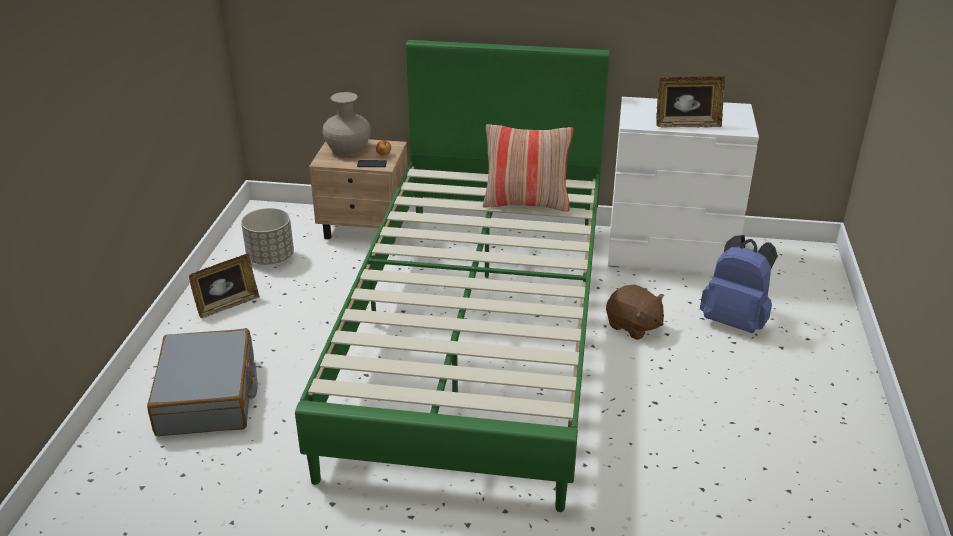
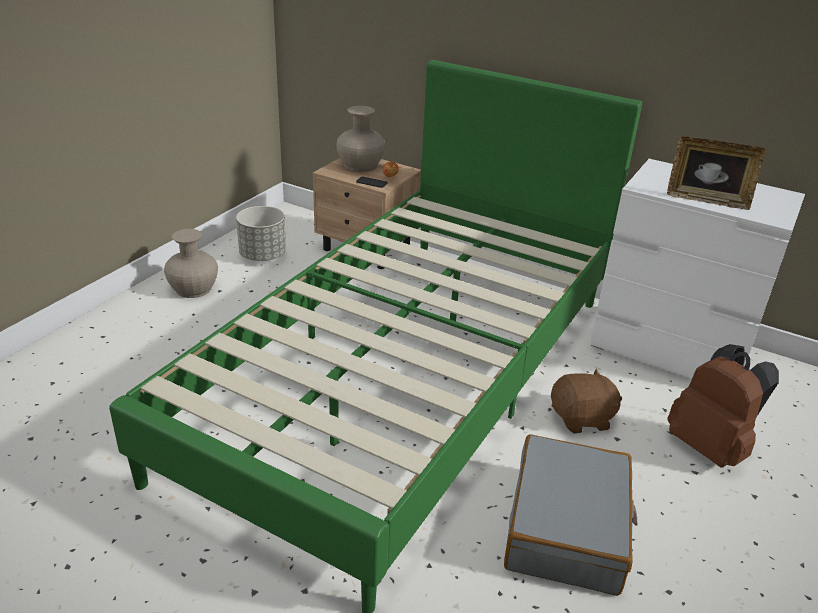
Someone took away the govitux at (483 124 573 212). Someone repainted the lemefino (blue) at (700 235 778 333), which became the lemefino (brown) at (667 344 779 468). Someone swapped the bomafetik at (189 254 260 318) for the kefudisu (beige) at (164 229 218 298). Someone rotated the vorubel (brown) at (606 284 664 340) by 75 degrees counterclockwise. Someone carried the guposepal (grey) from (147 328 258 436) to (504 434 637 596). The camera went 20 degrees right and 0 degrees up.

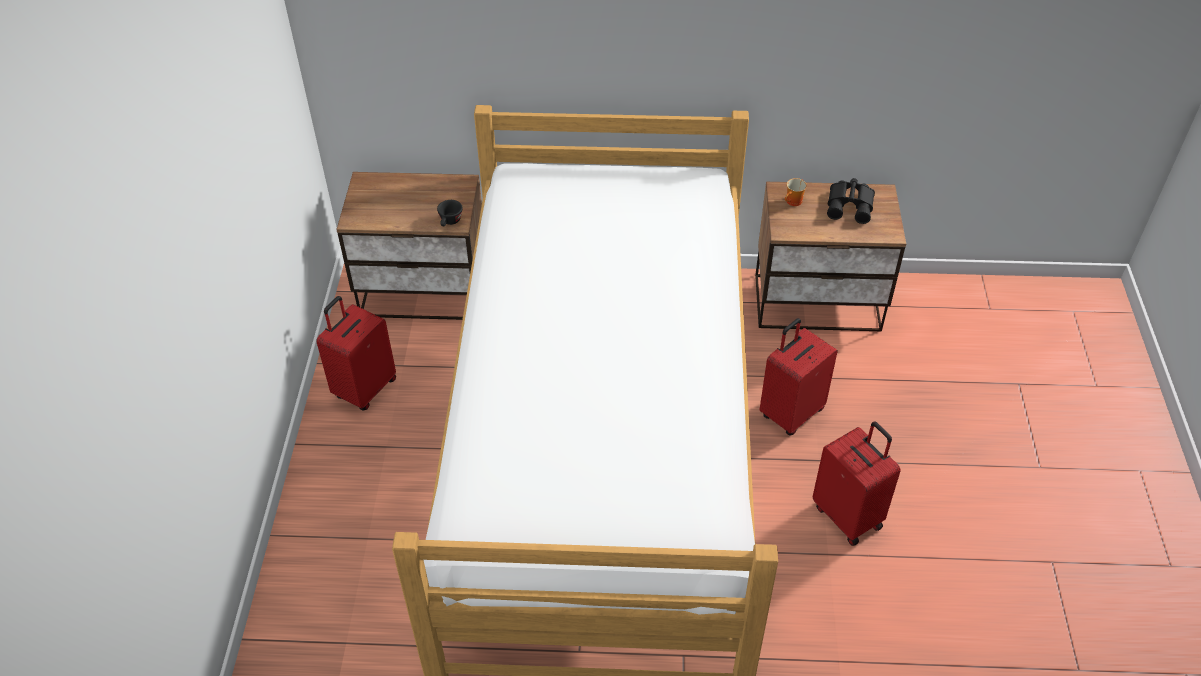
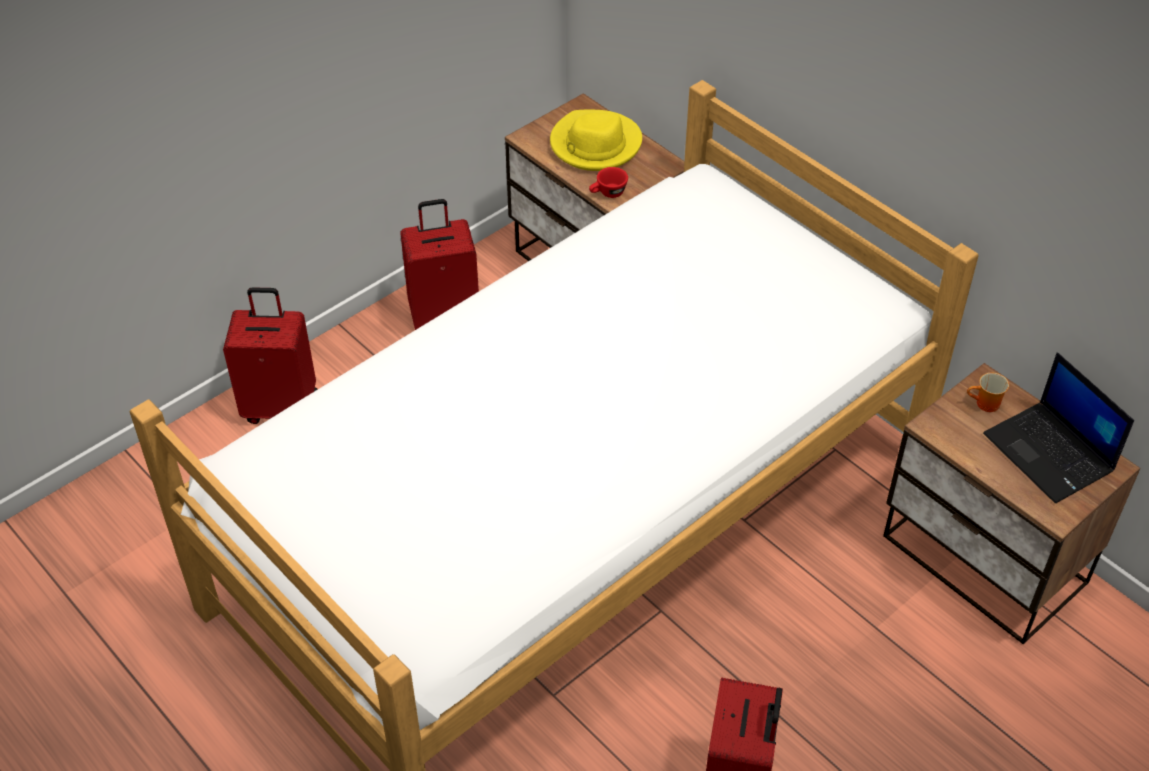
Someone swapped the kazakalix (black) at (827 178 875 224) for the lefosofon at (983 352 1134 503). Someone repainted the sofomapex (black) at (437 200 463 227), which became the sofomapex (red) at (589 167 628 198). Someone carried the guposepal (red) from (759 318 838 436) to (223 287 318 424). Someone put down the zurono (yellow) at (550 110 642 171). The camera went 45 degrees right and 0 degrees up.

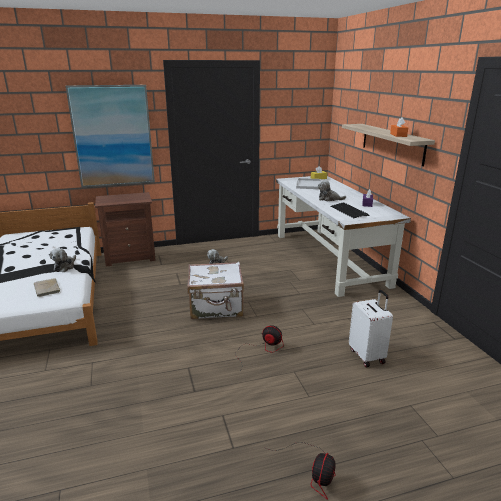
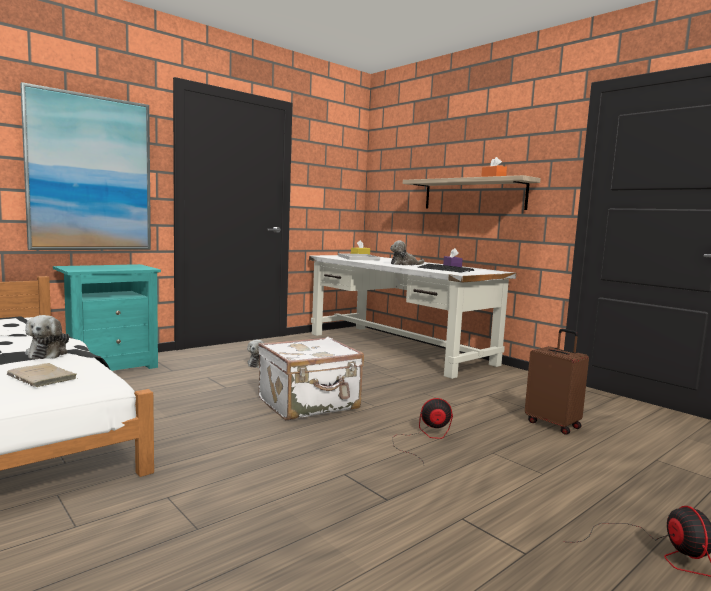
Someone repainted the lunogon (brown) at (95 192 156 266), which became the lunogon (turquoise) at (53 264 161 371). Someone repainted the guposepal (white) at (349 290 393 367), which became the guposepal (brown) at (525 329 589 435). The camera went 25 degrees left and 15 degrees down.

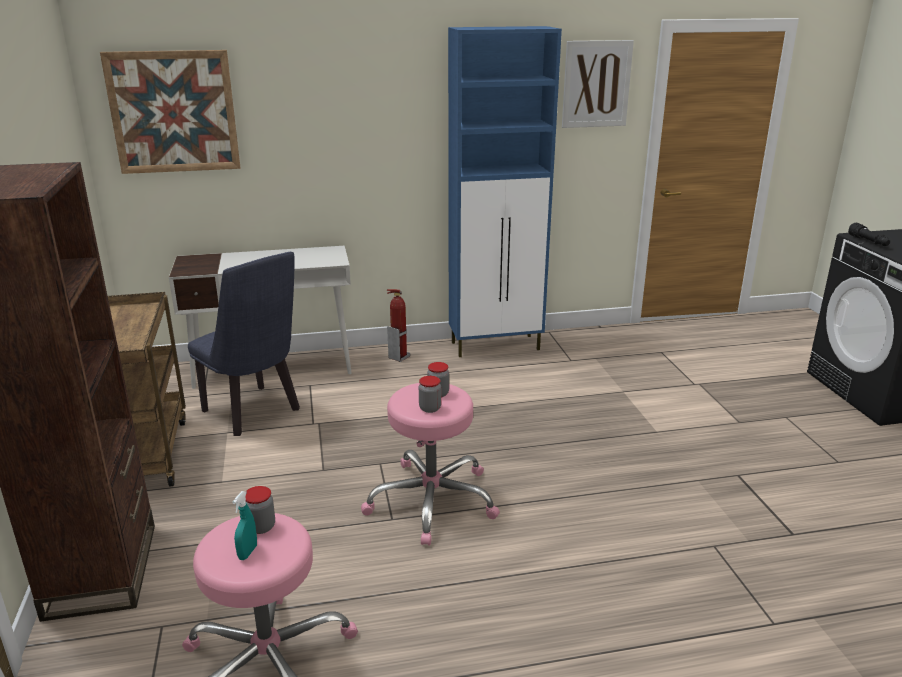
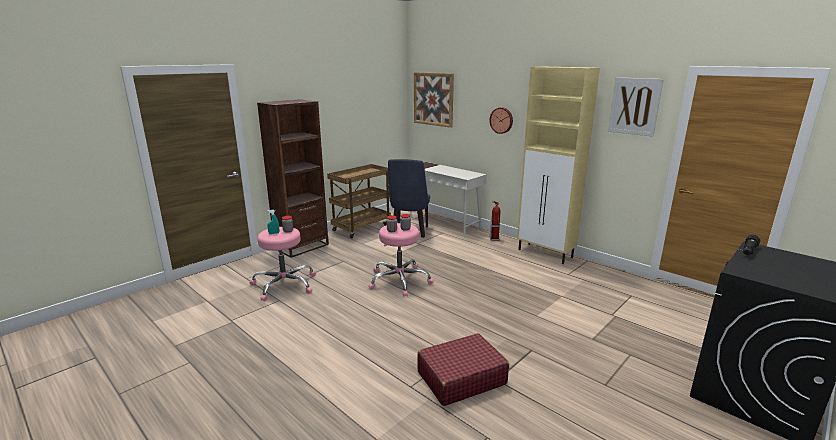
Someone repainted the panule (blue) at (448 26 562 357), which became the panule (beige) at (517 67 600 264). Someone put up the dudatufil at (490 107 513 134). Someone put down the guposepal (red) at (417 333 509 406). The camera went 55 degrees right and 5 degrees down.

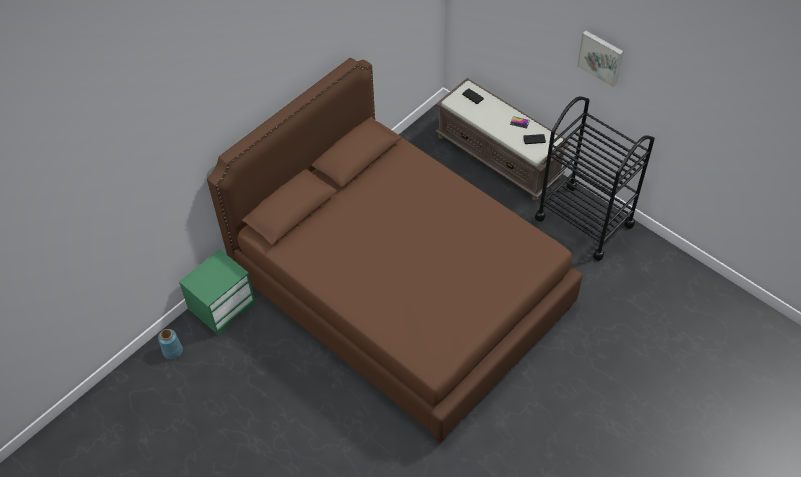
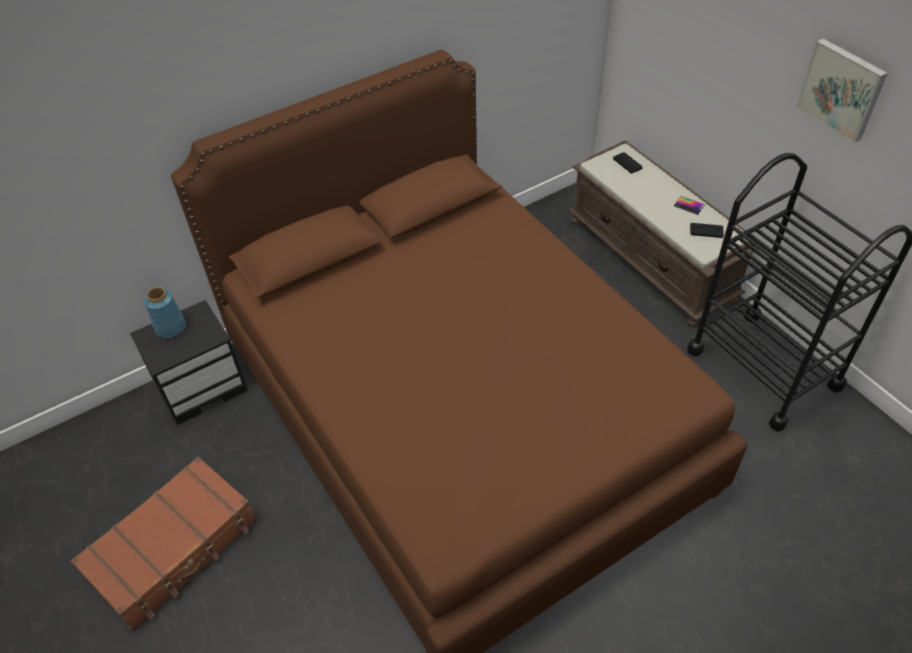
Someone repainted the lunogon (green) at (179 249 255 336), which became the lunogon (black) at (130 300 248 425). Someone carried the kefudisu (blue) from (158 329 183 359) to (144 287 186 338). Someone put down the guposepal (brown) at (71 457 257 631). The camera went 15 degrees right and 5 degrees down.

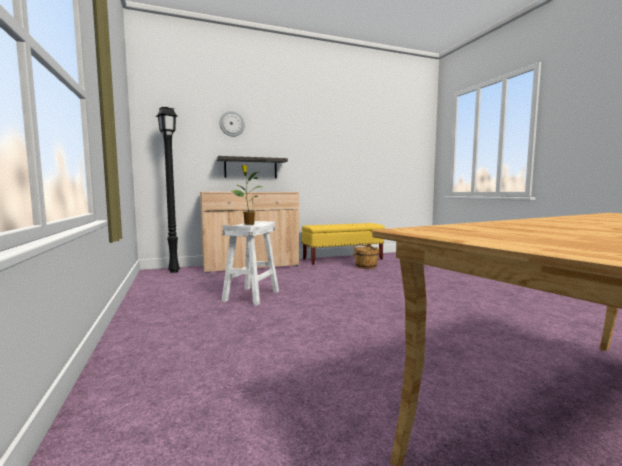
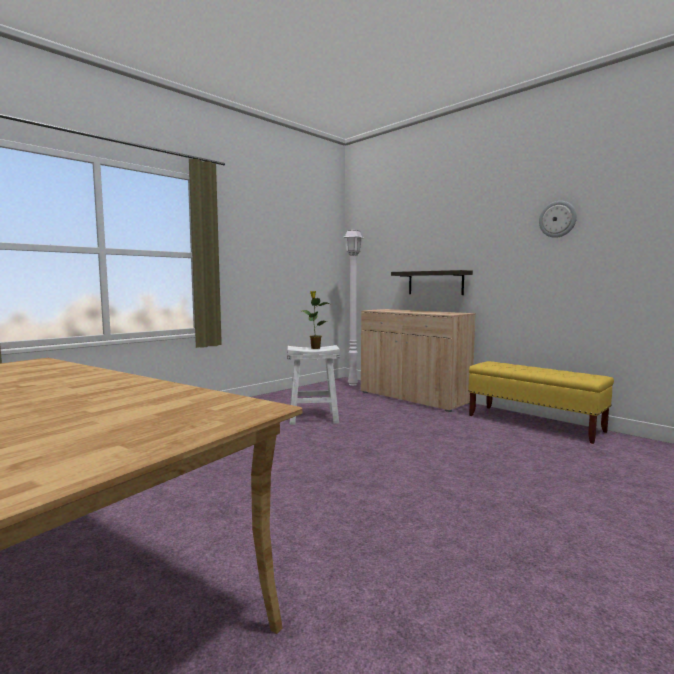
Someone repainted the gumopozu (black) at (156 107 180 273), which became the gumopozu (white) at (344 229 363 386). Someone carried the dudatufil from (220 111 245 137) to (539 201 577 238). Someone took away the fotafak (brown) at (353 244 380 269). The camera went 65 degrees right and 0 degrees up.

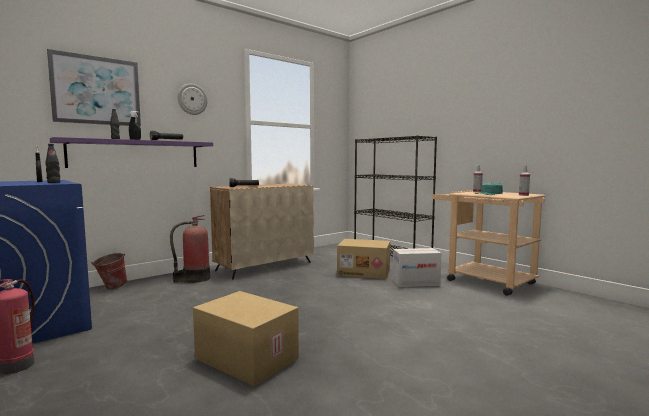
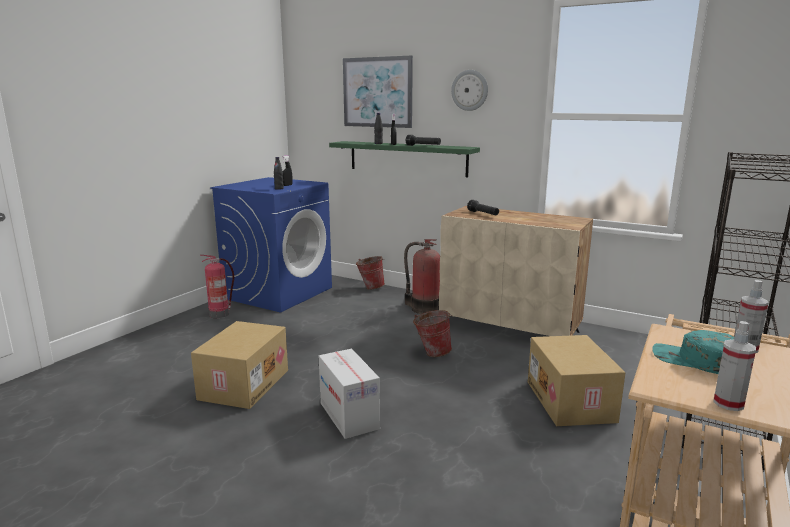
Someone repainted the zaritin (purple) at (50 137 213 168), which became the zaritin (green) at (329 141 480 177). Someone carried the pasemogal from (393 248 441 287) to (319 349 380 439). Someone put down the fotafak at (413 310 452 357). The camera went 70 degrees right and 10 degrees up.

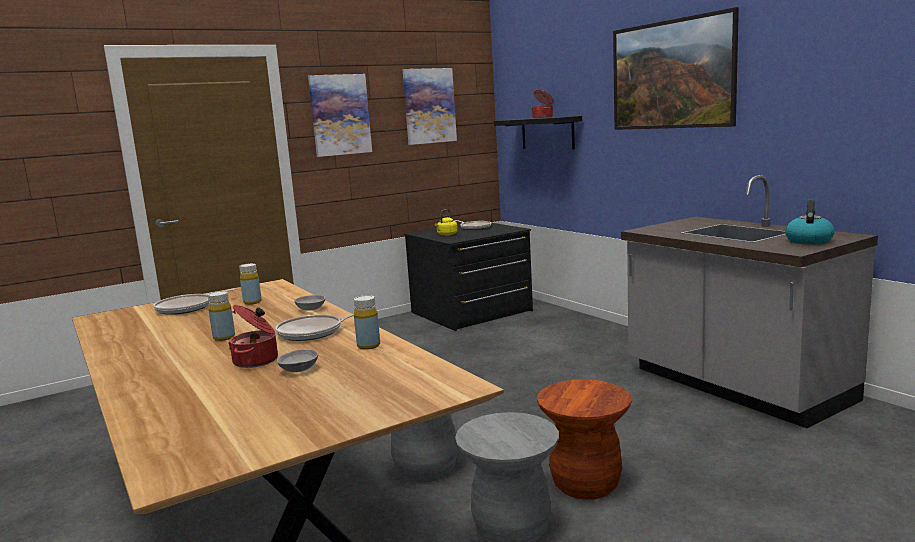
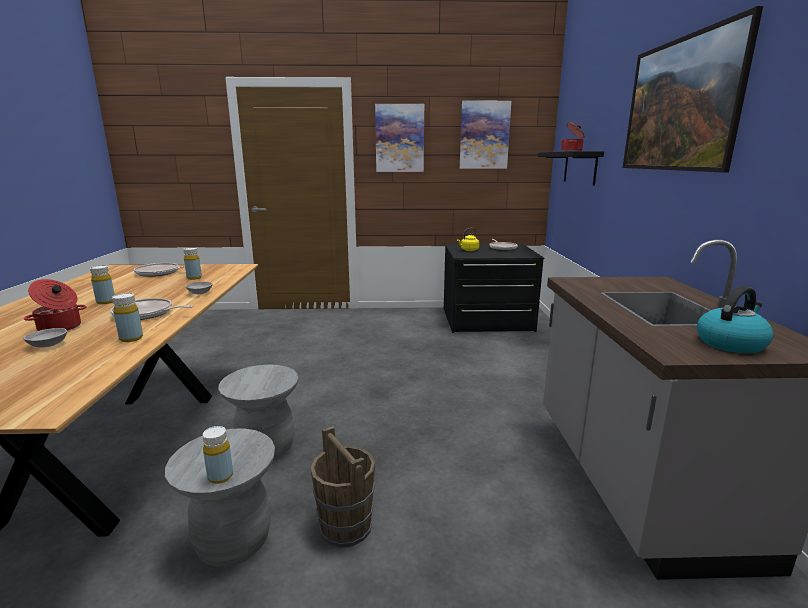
Someone swapped the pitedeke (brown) at (537 379 632 500) for the fotafak (brown) at (310 426 375 548). Someone put down the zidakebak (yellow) at (202 426 233 484). The camera went 30 degrees right and 5 degrees up.

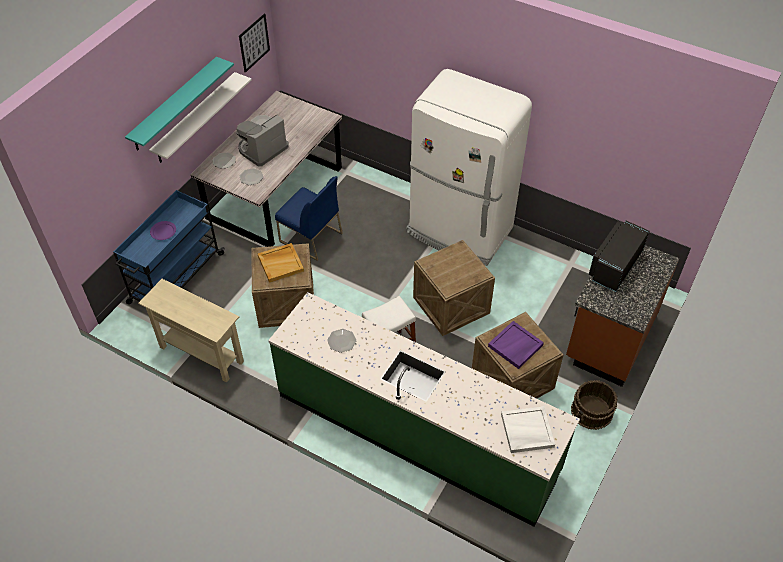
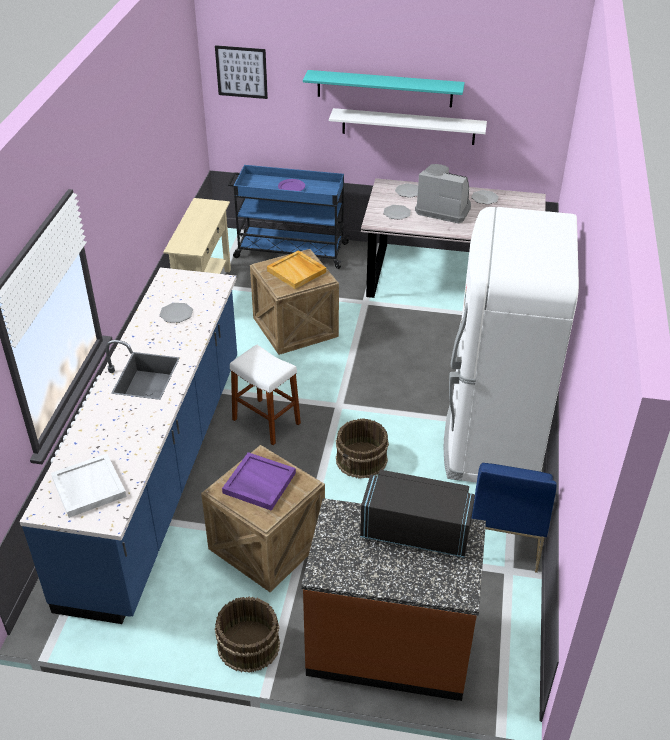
Someone carried the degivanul from (239 13 270 73) to (215 45 268 99). Someone carried the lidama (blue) from (275 176 343 261) to (471 463 557 573). Someone swapped the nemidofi at (413 240 495 336) for the fotafak (brown) at (336 419 389 479). Someone repainted the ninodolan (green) at (268 292 580 527), which became the ninodolan (blue) at (20 267 237 624). The camera went 70 degrees right and 10 degrees down.

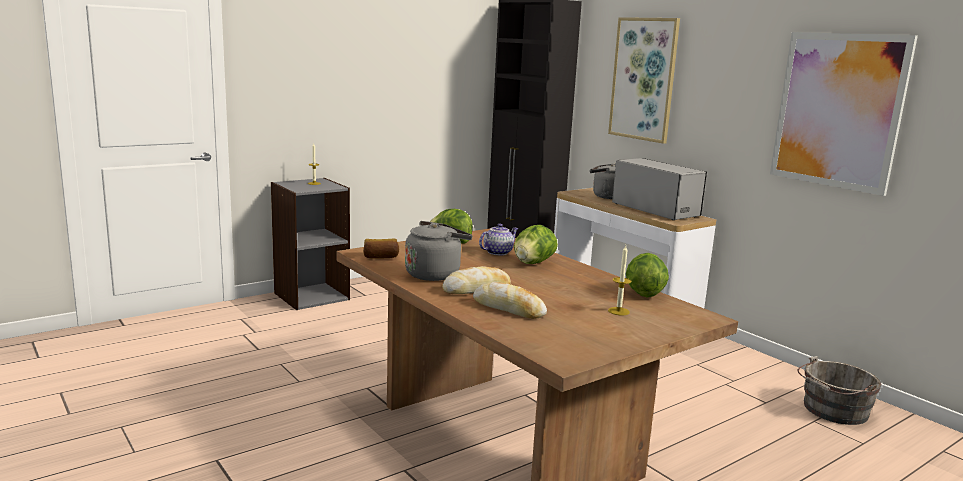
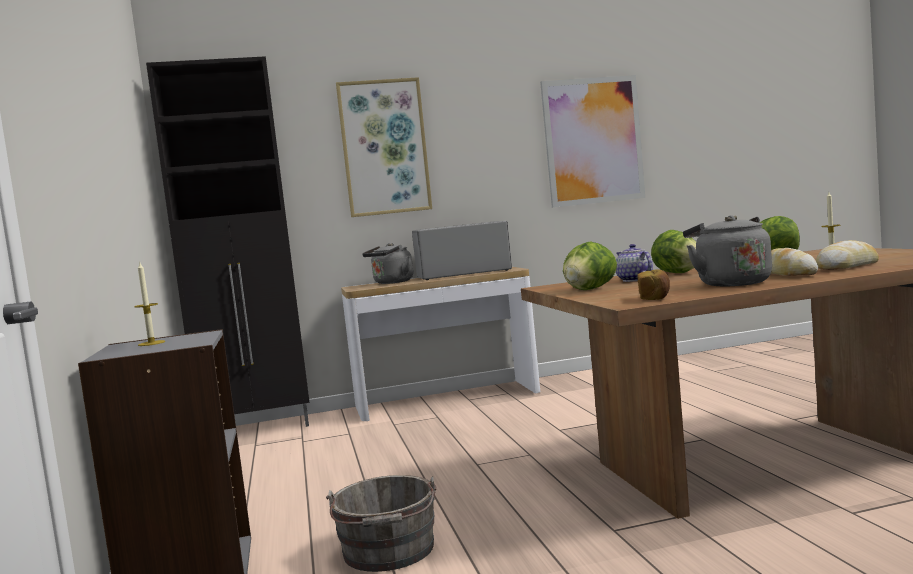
Someone carried the fotafak (grey) from (797 356 881 425) to (326 475 437 572). The camera went 65 degrees left and 10 degrees down.

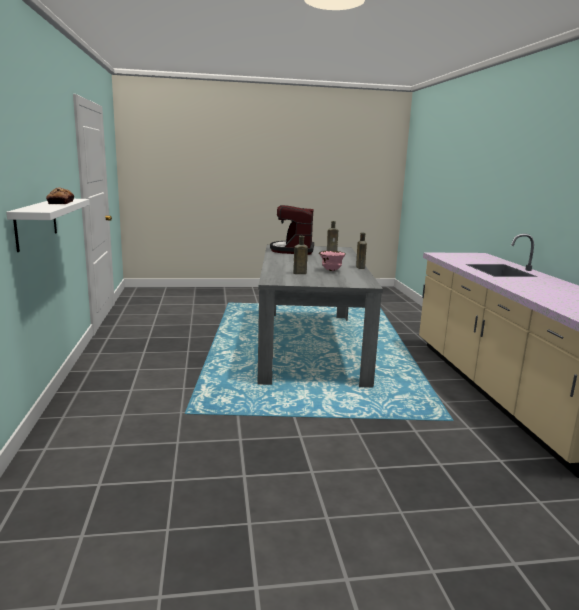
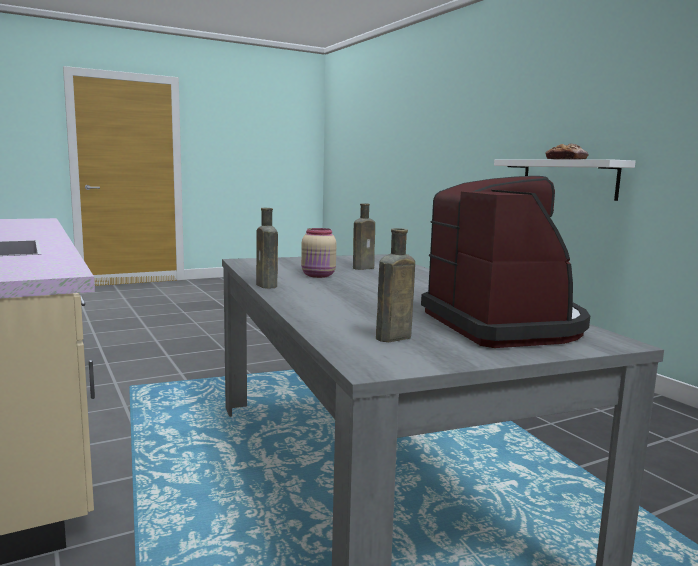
Someone swapped the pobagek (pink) at (319 251 346 271) for the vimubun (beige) at (301 228 336 278). The camera went 160 degrees right and 5 degrees down.

